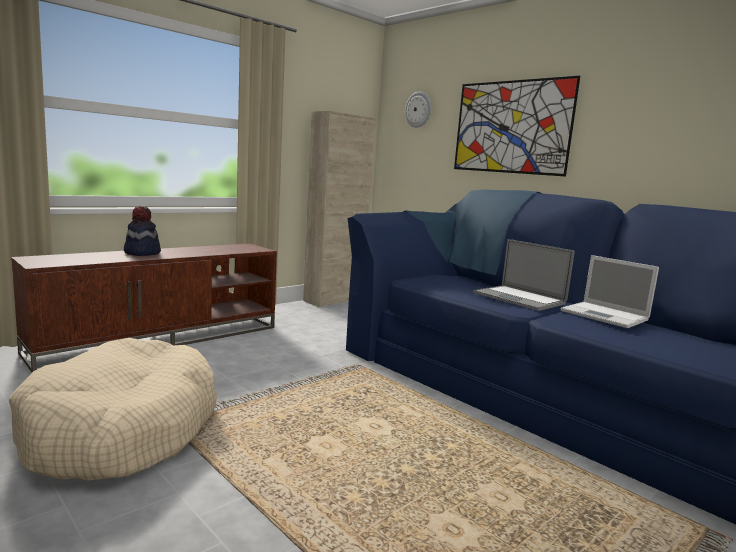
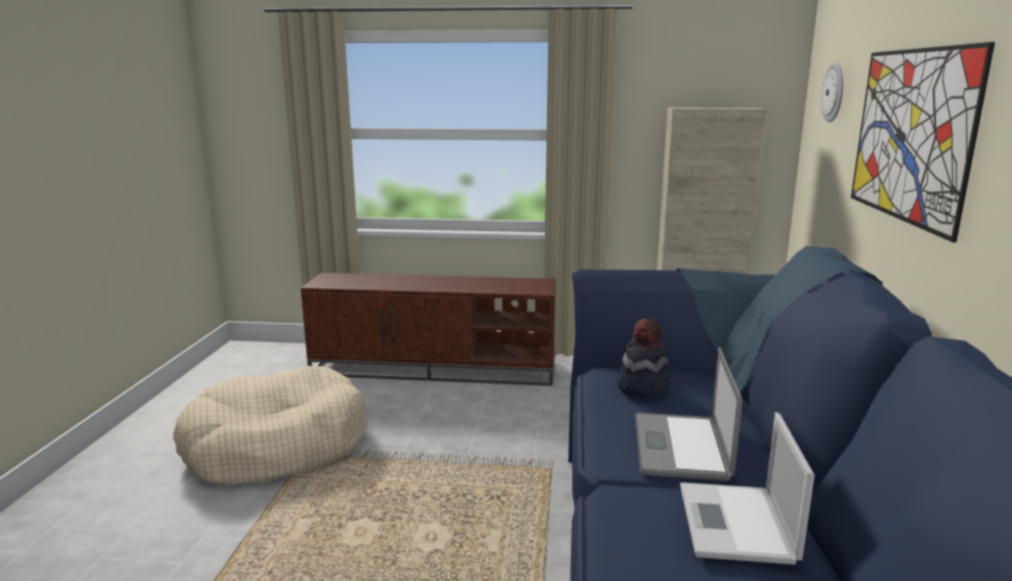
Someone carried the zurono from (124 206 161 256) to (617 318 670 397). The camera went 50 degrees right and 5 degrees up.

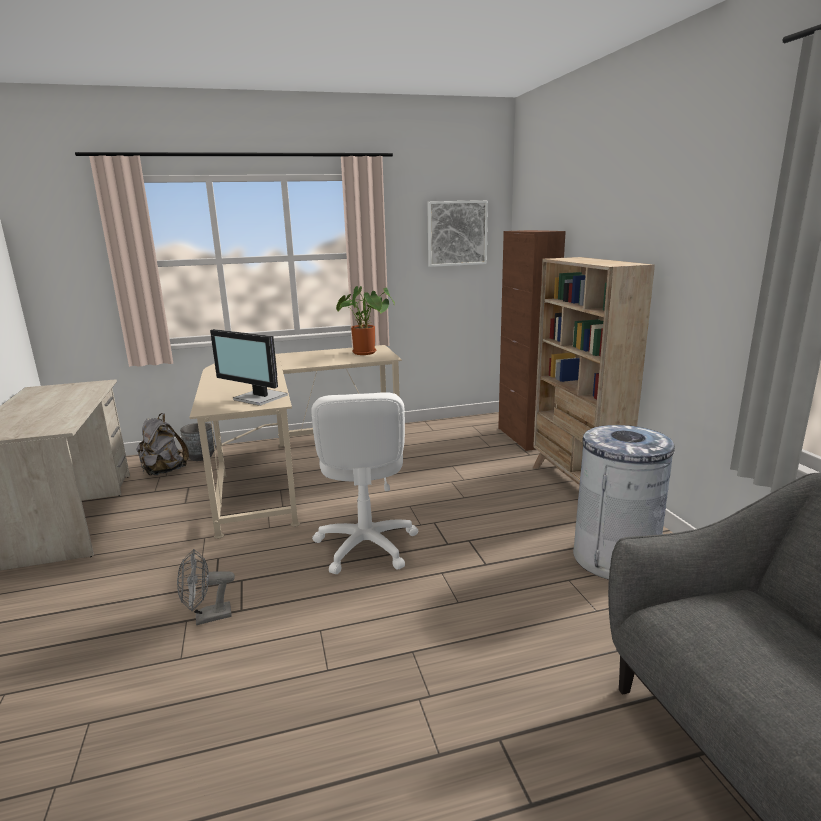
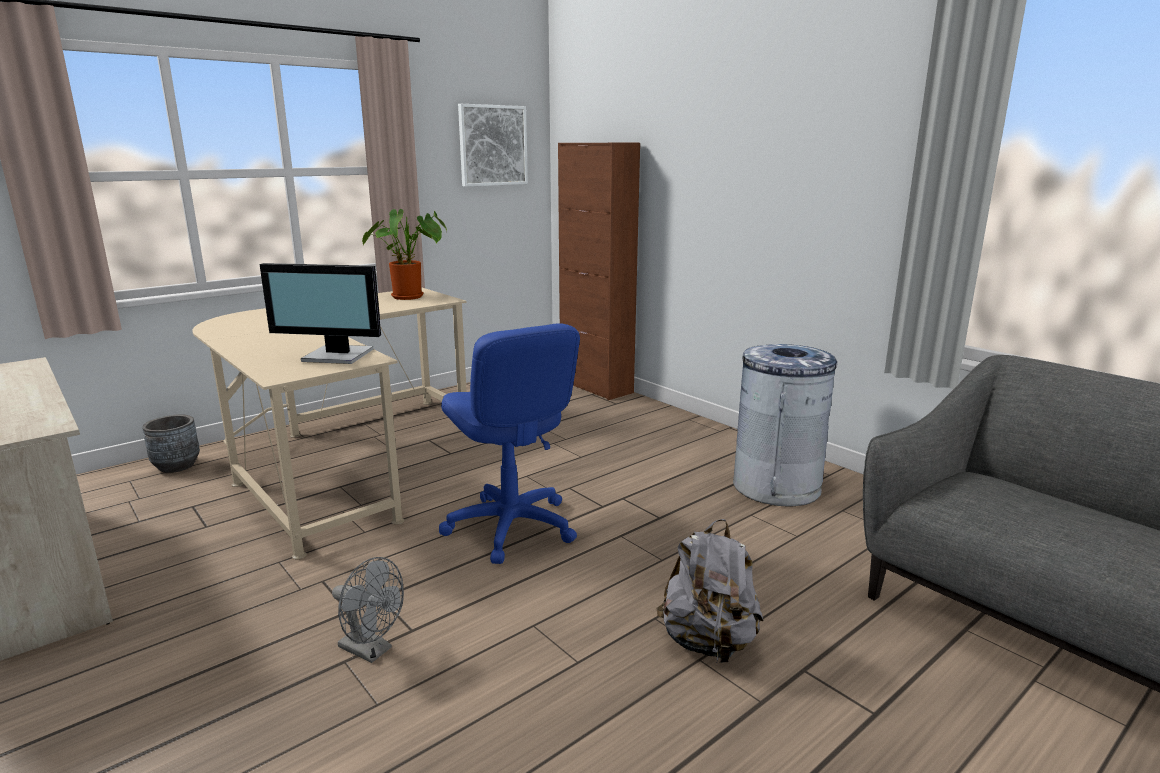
Someone took away the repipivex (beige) at (533 257 655 485). Someone repainted the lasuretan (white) at (311 392 418 574), which became the lasuretan (blue) at (439 323 580 564). Someone carried the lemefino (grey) from (136 413 189 476) to (656 519 763 663). Someone rotated the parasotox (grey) at (177 549 235 625) by 105 degrees counterclockwise. The camera went 25 degrees left and 0 degrees up.

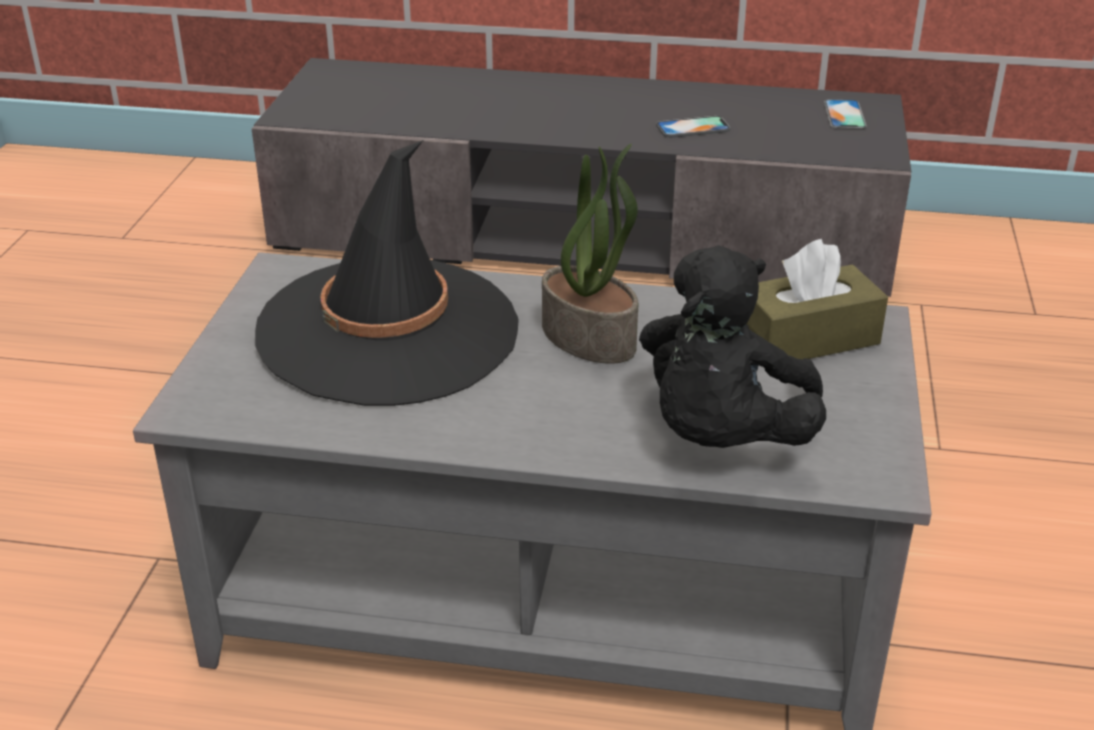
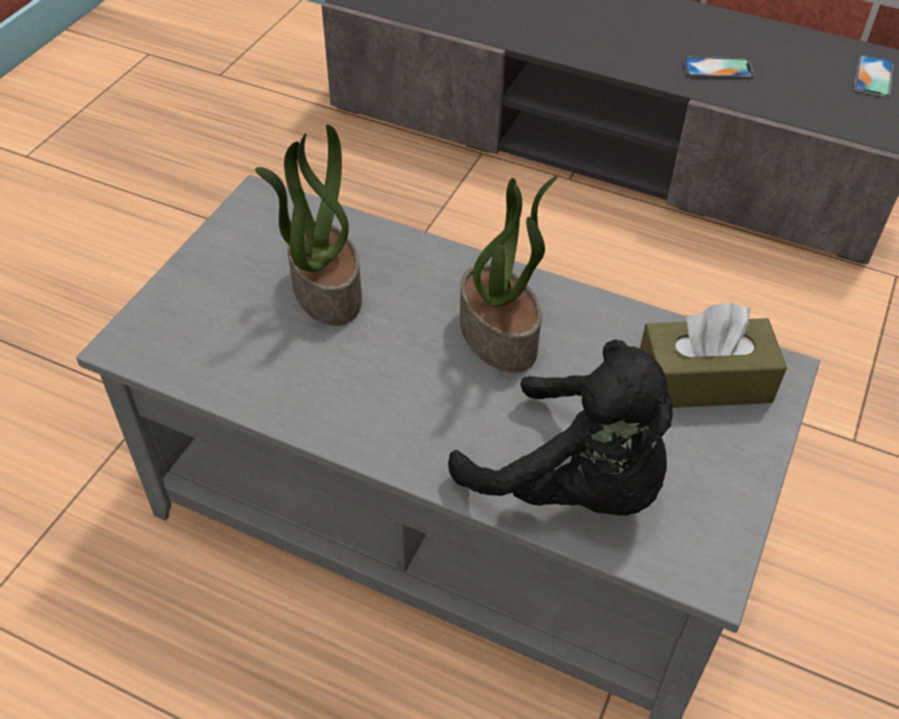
Someone swapped the zurono (black) at (255 140 519 406) for the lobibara at (255 124 362 326). Someone rotated the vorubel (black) at (639 245 826 448) by 90 degrees counterclockwise. The camera went 15 degrees right and 15 degrees up.

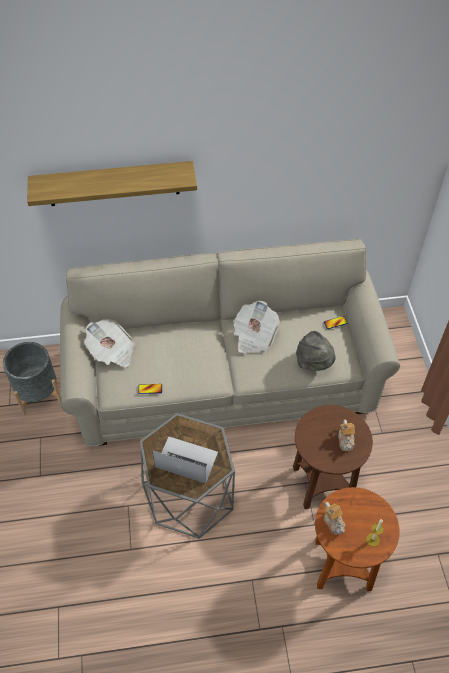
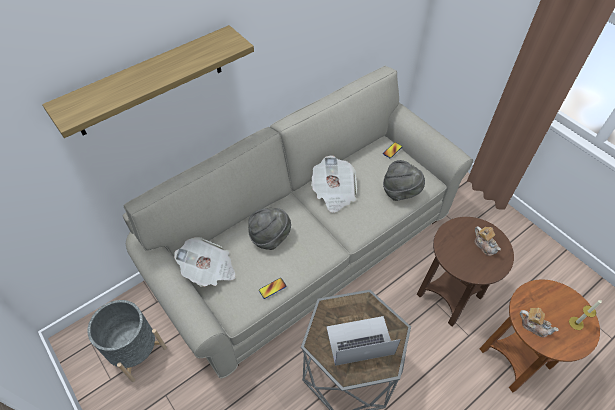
Someone put down the zurono (grey) at (248 208 291 250). The camera went 30 degrees left and 0 degrees up.

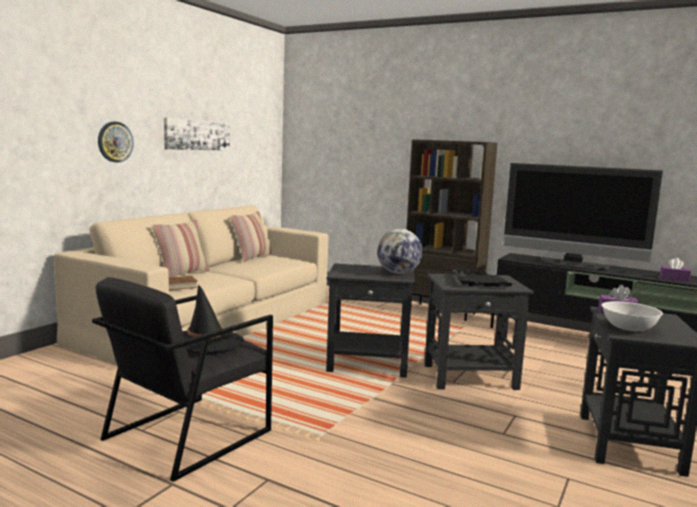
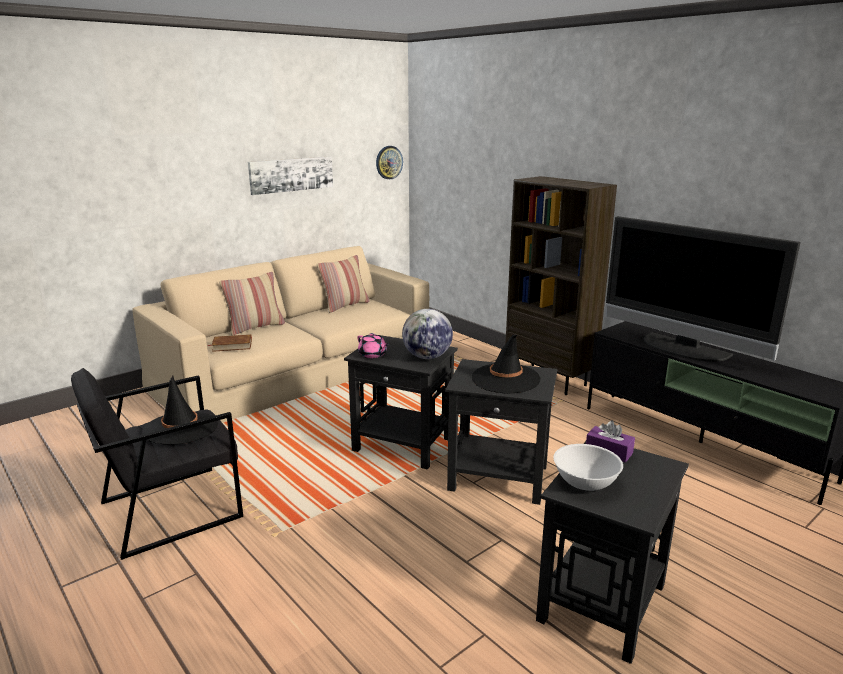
Someone carried the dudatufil from (98 122 134 162) to (376 146 403 179). Someone took away the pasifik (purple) at (660 258 691 282). Someone swapped the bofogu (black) at (453 270 514 287) for the zurono (black) at (472 335 541 394). Someone put down the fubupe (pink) at (357 333 389 358). The camera went 20 degrees right and 10 degrees up.

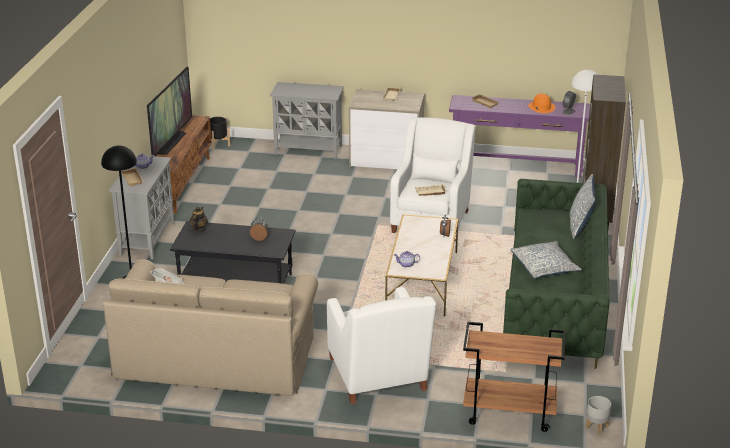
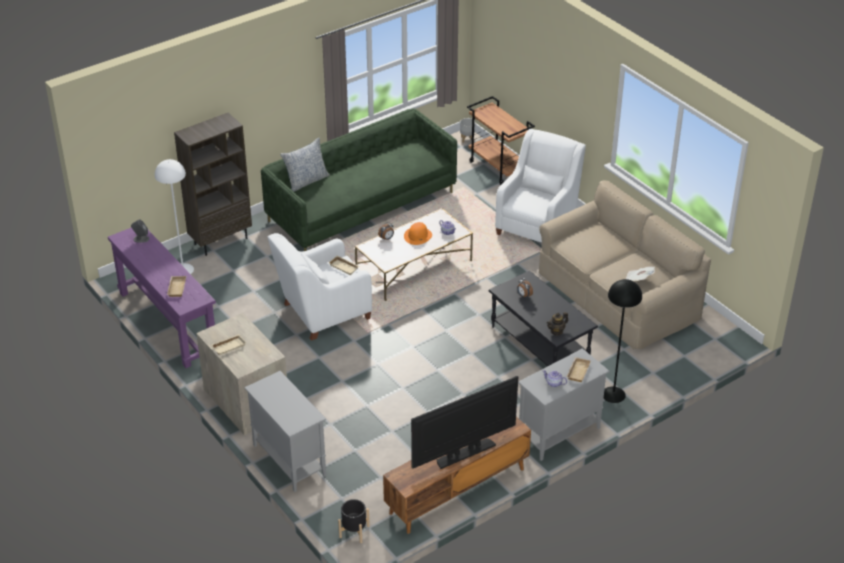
Someone carried the zurono (orange) from (528 93 555 113) to (404 222 432 245). Someone took away the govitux at (511 241 582 279). The camera went 135 degrees left and 10 degrees up.

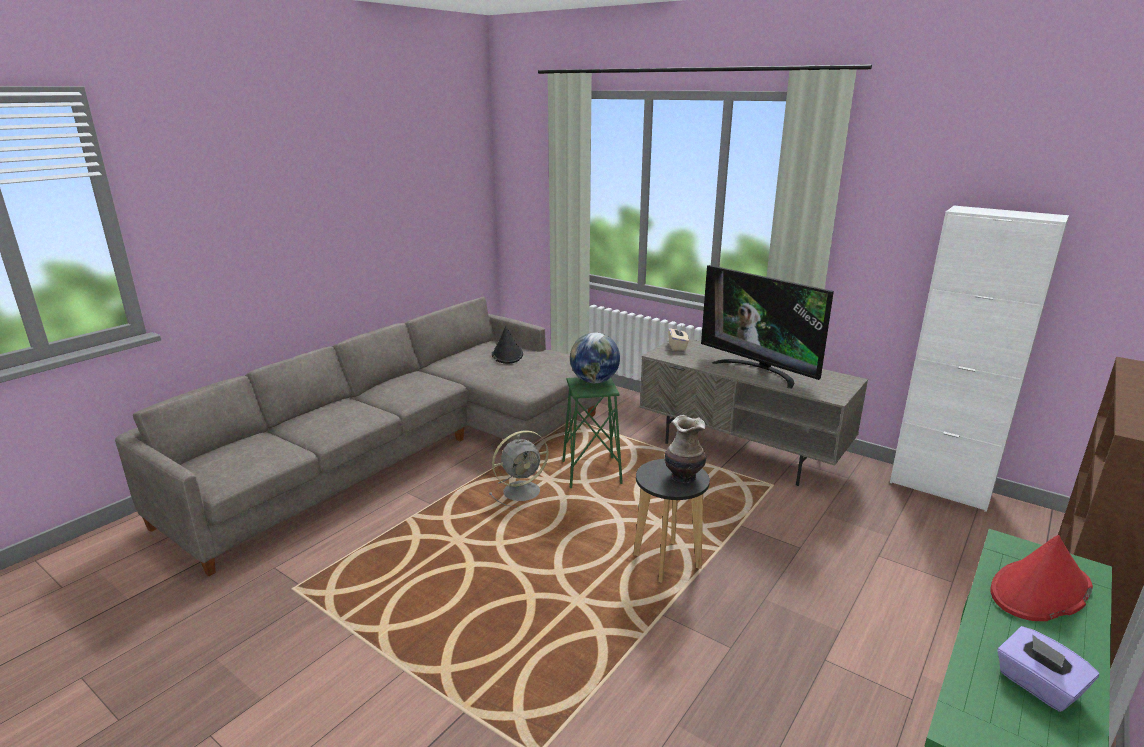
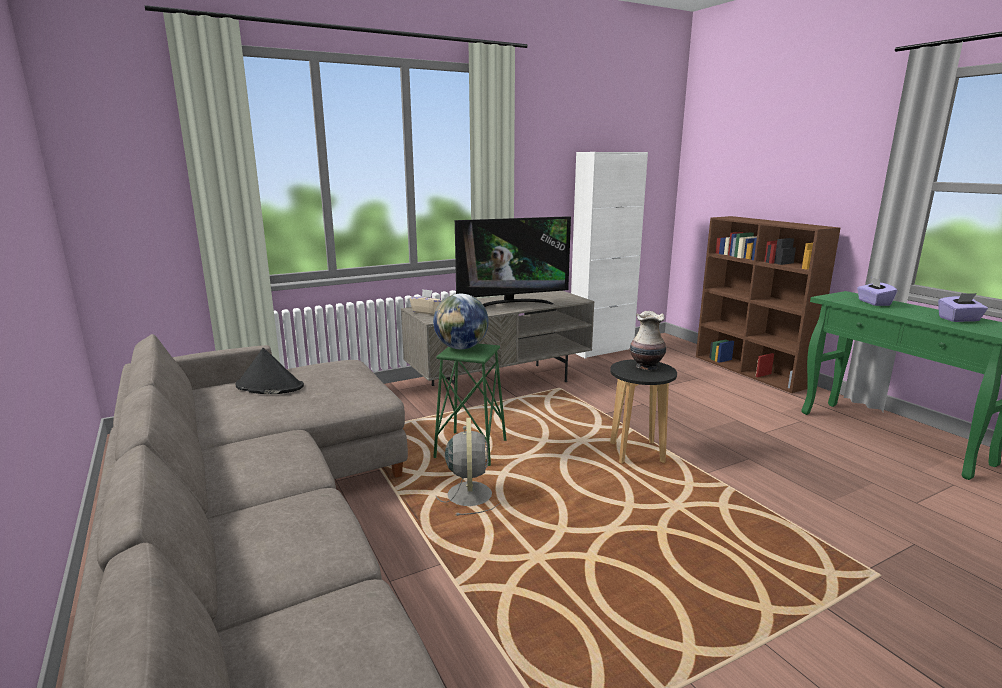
Someone swapped the zurono (red) at (990 535 1093 621) for the pasifik (purple) at (857 277 897 306). The camera went 65 degrees left and 5 degrees down.

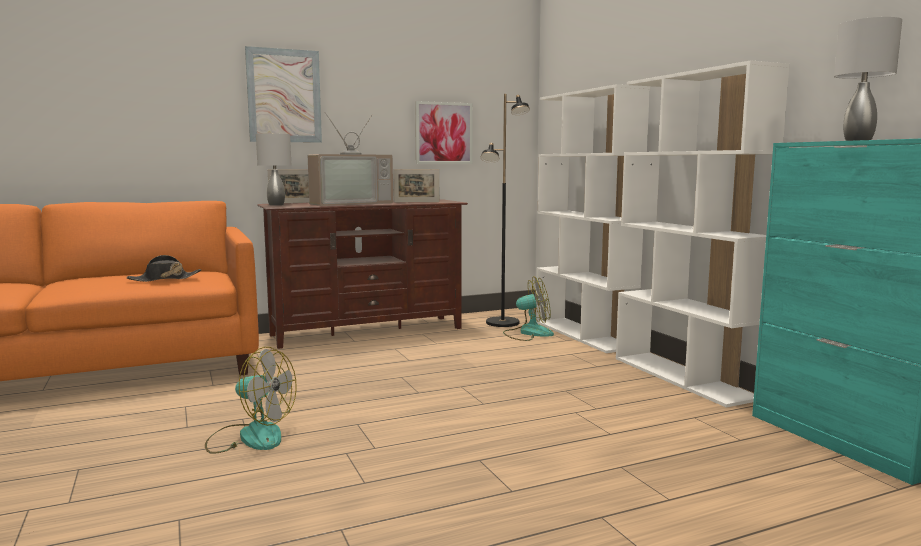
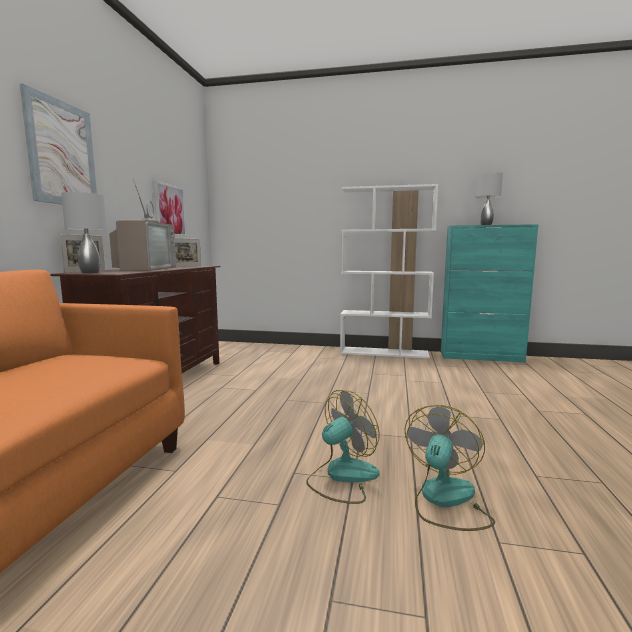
Someone took away the repipivex (white) at (536 84 650 353). Someone took away the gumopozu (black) at (481 94 530 327). Someone took away the zurono (black) at (127 255 201 282). Someone carried the parasotox from (503 276 554 341) to (404 405 495 531). The camera went 55 degrees left and 0 degrees up.

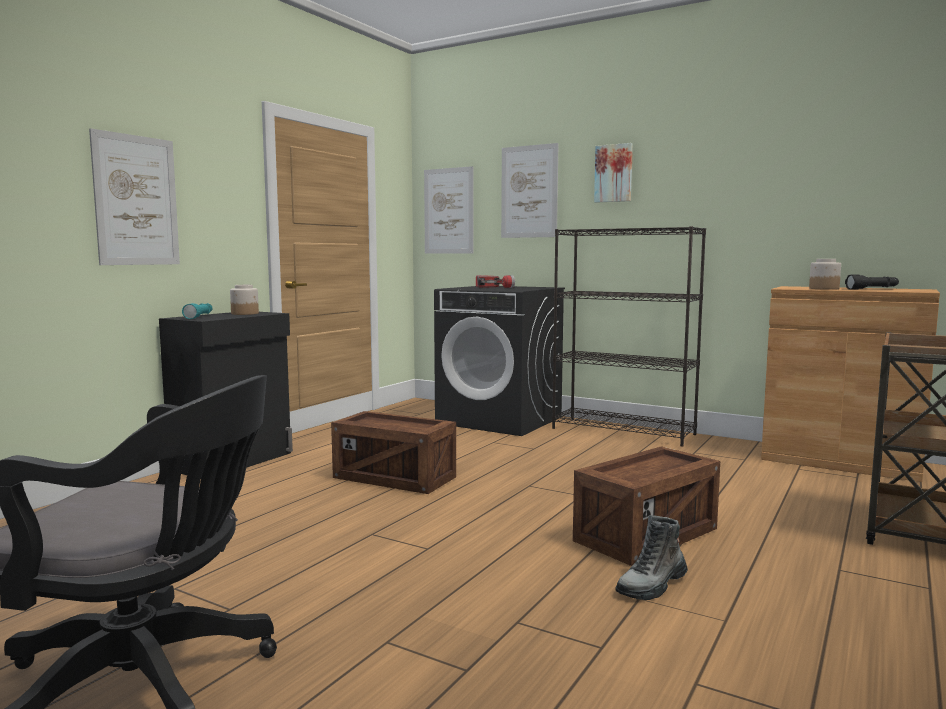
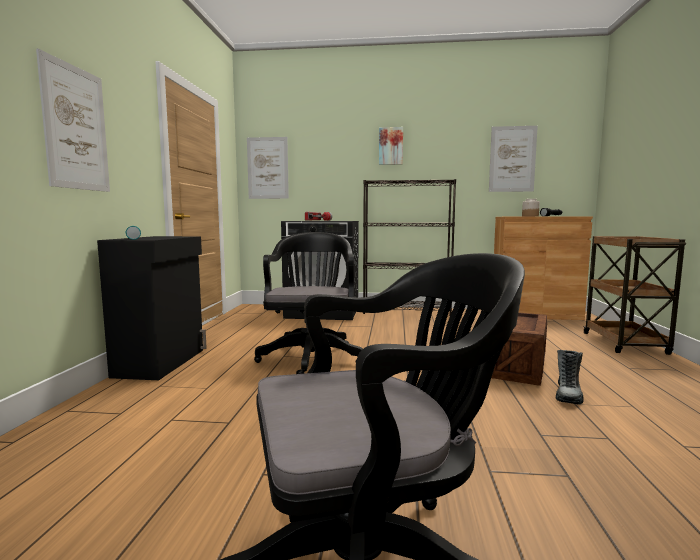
Someone carried the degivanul from (501 143 558 238) to (489 126 538 192). Someone took away the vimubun at (230 285 259 315). Someone swapped the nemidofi at (331 411 456 494) for the lasuretan (black) at (254 232 363 374). The camera went 25 degrees left and 0 degrees up.

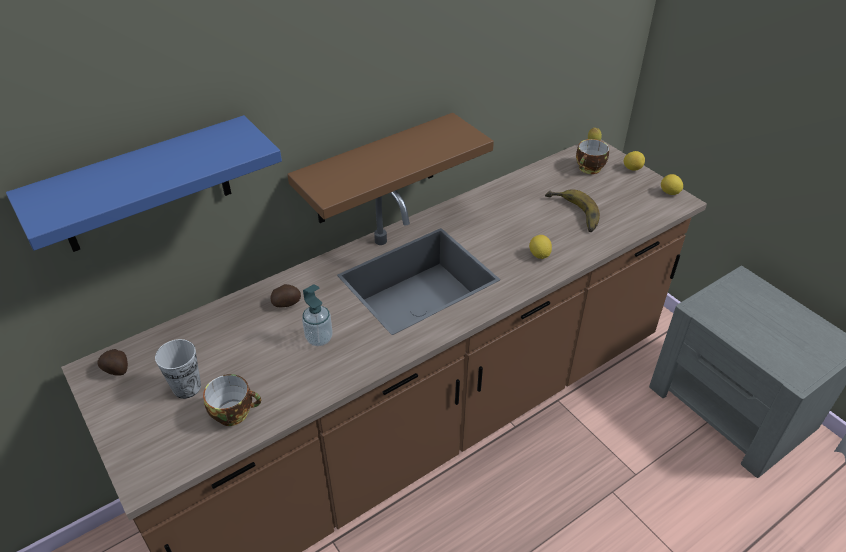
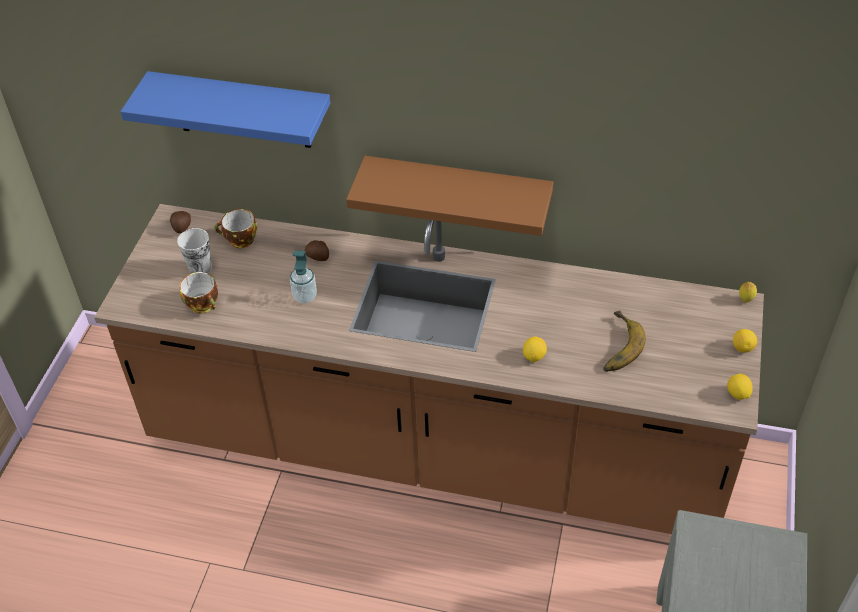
Someone carried the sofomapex from (576 139 609 174) to (214 209 257 248). The camera went 50 degrees right and 5 degrees up.

